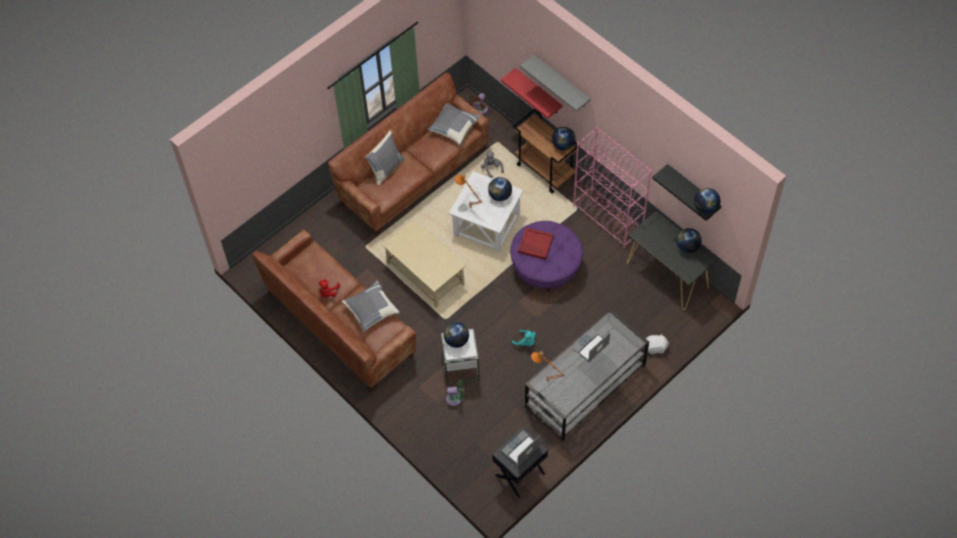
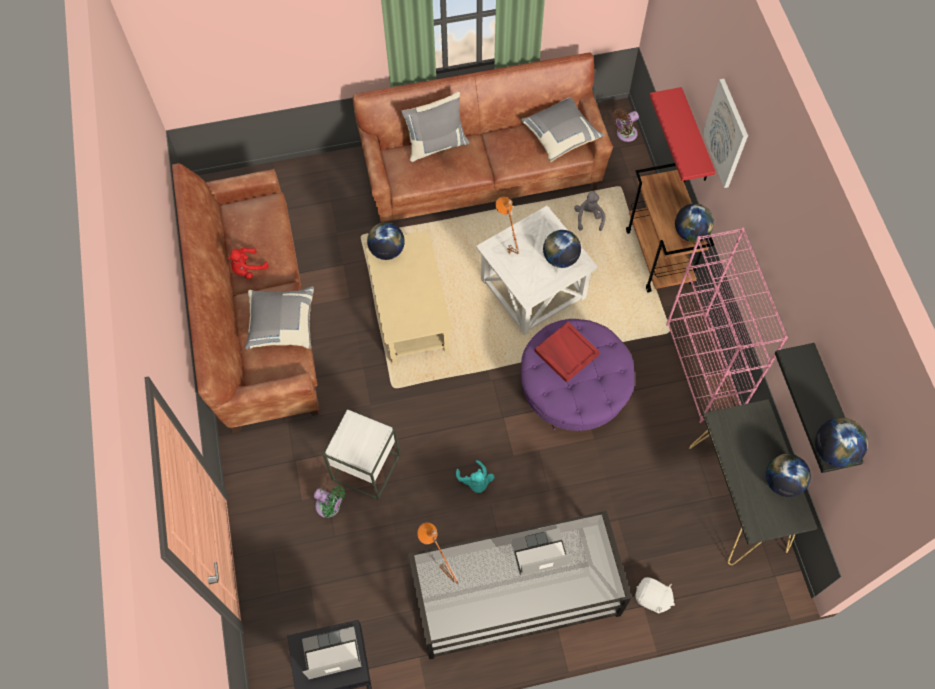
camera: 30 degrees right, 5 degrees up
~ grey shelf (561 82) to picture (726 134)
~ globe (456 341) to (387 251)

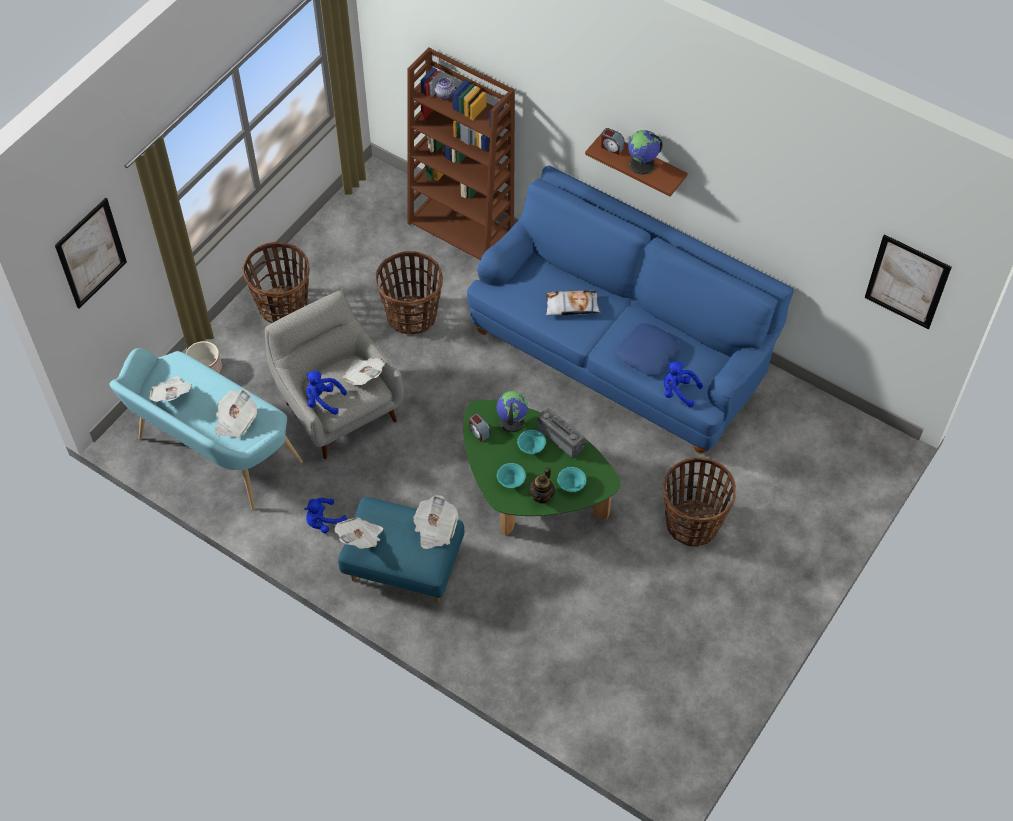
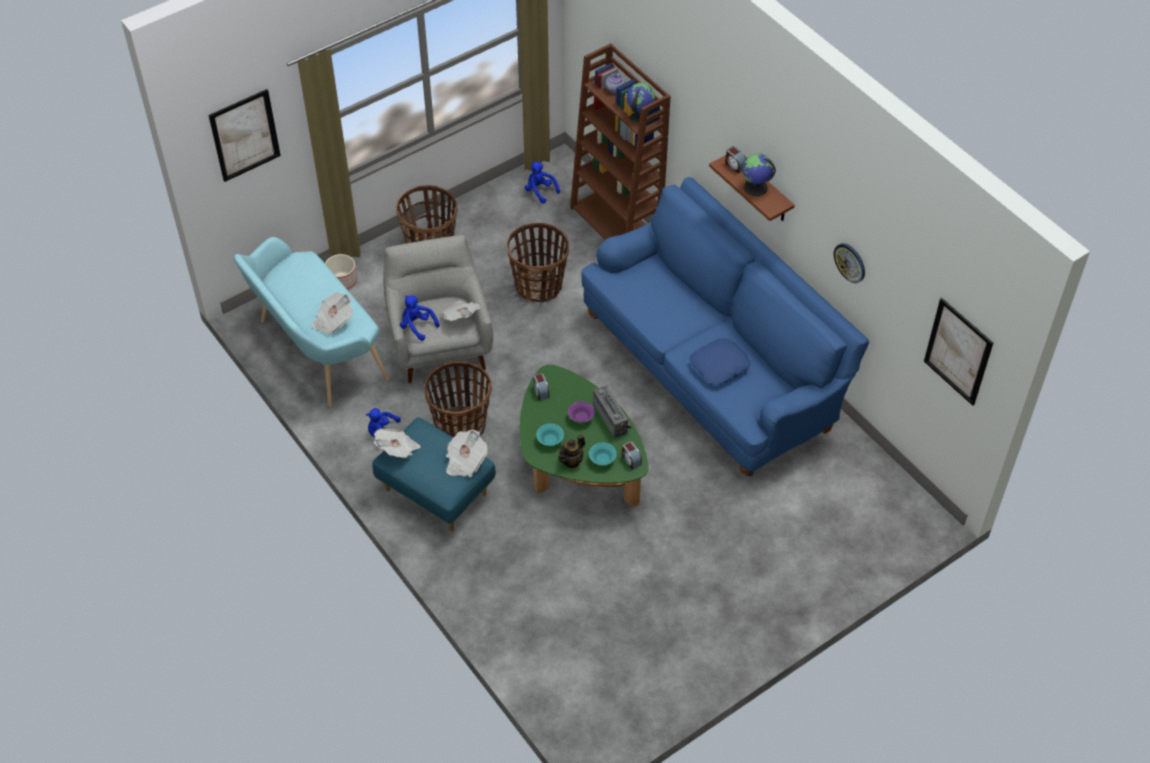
camera: 20 degrees right, 5 degrees down
- pillow (572 306)
~ blue plush toy (678 391) to (540 191)
- newspaper (172 395)
~ globe (511 422) to (639 115)
~ turquoise bowl (531 447) to purple bowl (581 418)
~ basket (692 523) to (460 426)
+ wall clock (850 262)
+ alarm clock (631 460)

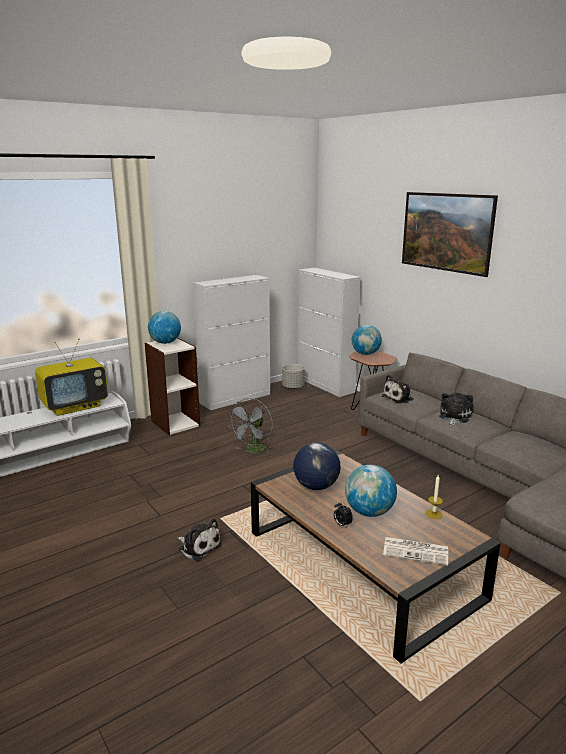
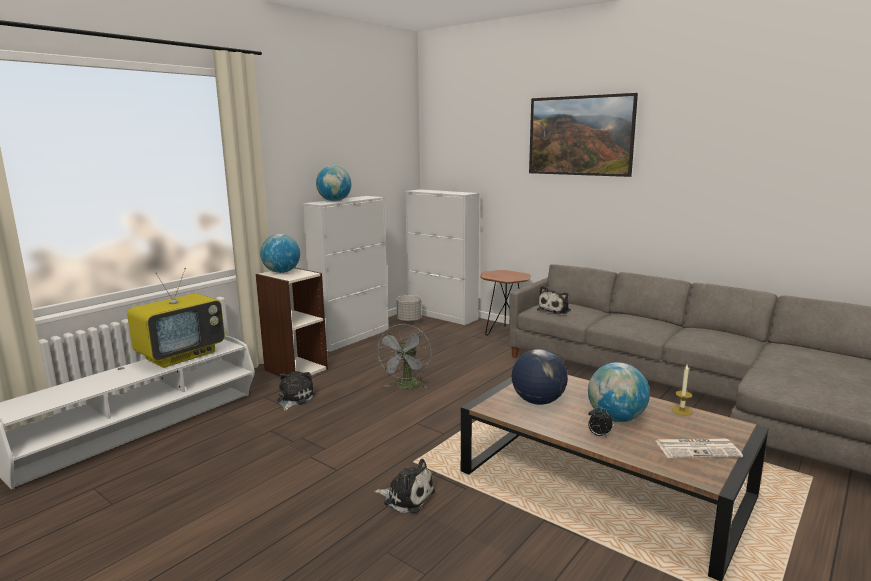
camera: 15 degrees left, 5 degrees down
~ globe (365 354) to (334 201)
~ plush toy (454 417) to (294 399)

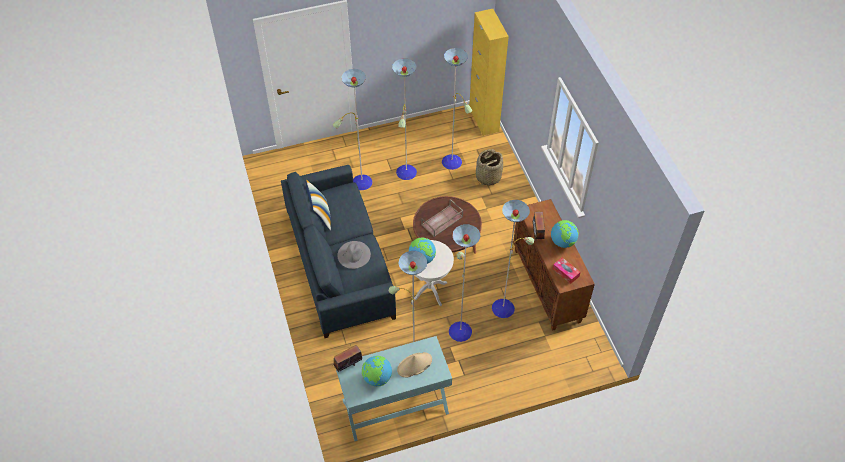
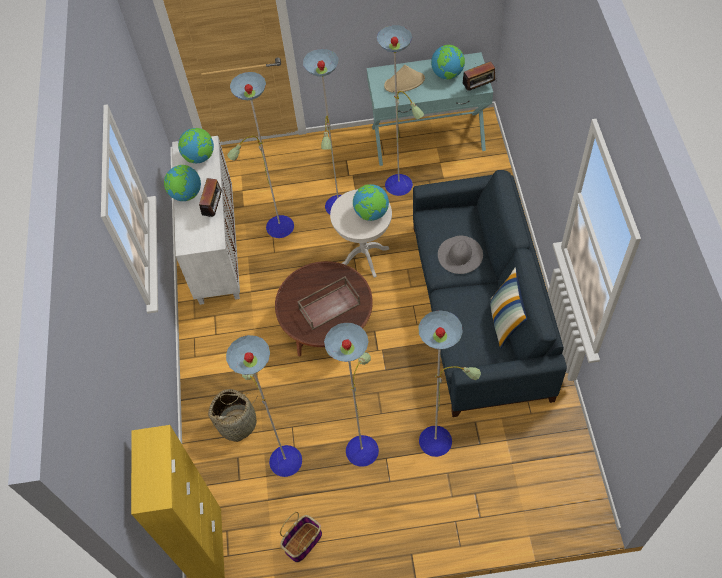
camera: 165 degrees left, 5 degrees up
~ brown cabinet (548 285) to white cabinet (215 247)
~ tissue box (565 272) to globe (200 157)
+ basket (303 541)

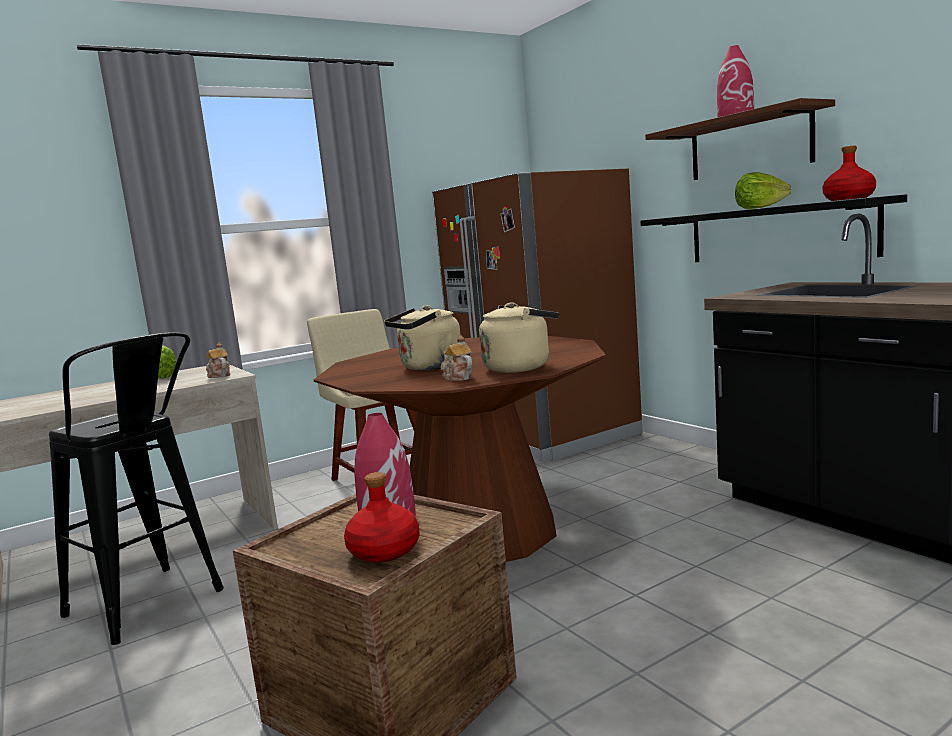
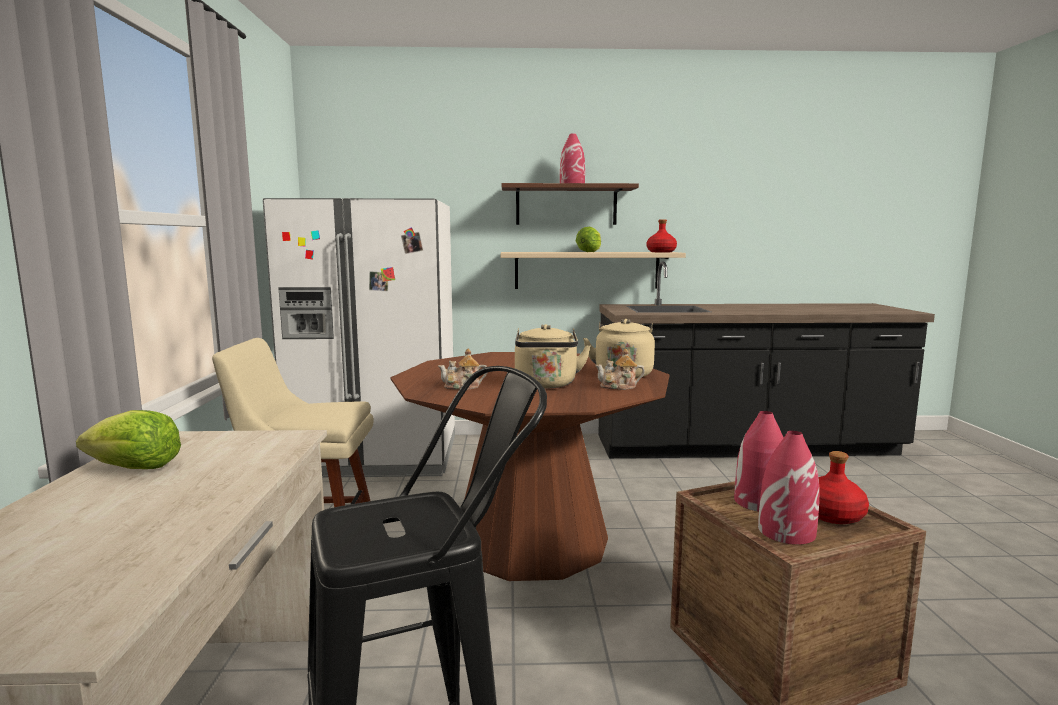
camera: 60 degrees left, 0 degrees up
~ brown fridge (545 434) to white fridge (378 457)
~ black shelf (777 233) to beige shelf (587 270)
~ teapot (218 375) to (463 387)
+ red vase (786 531)

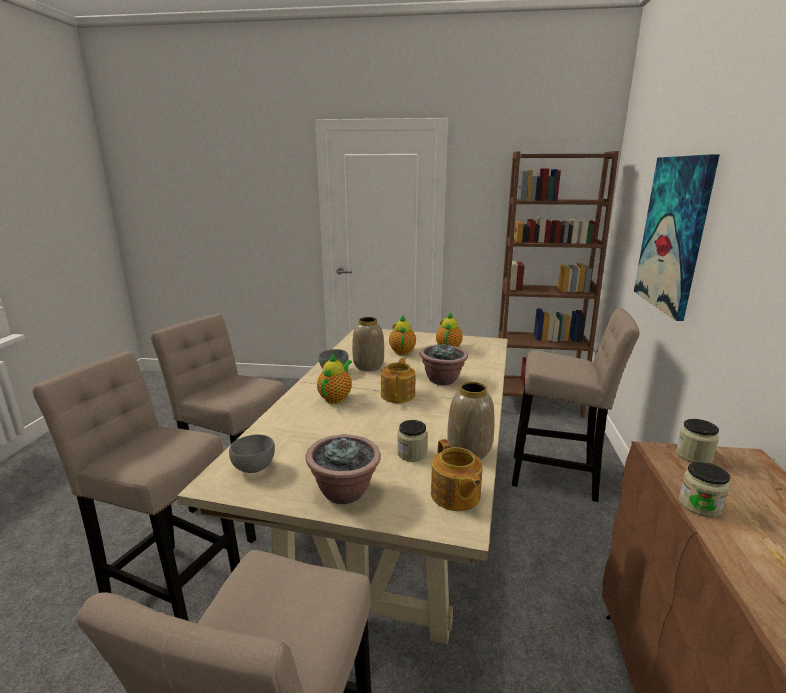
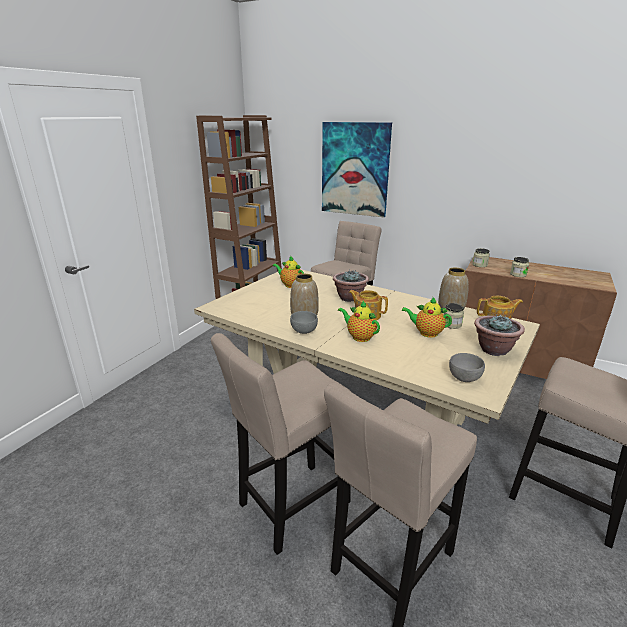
camera: 70 degrees left, 5 degrees up
~ teapot (402 351) to (426 333)

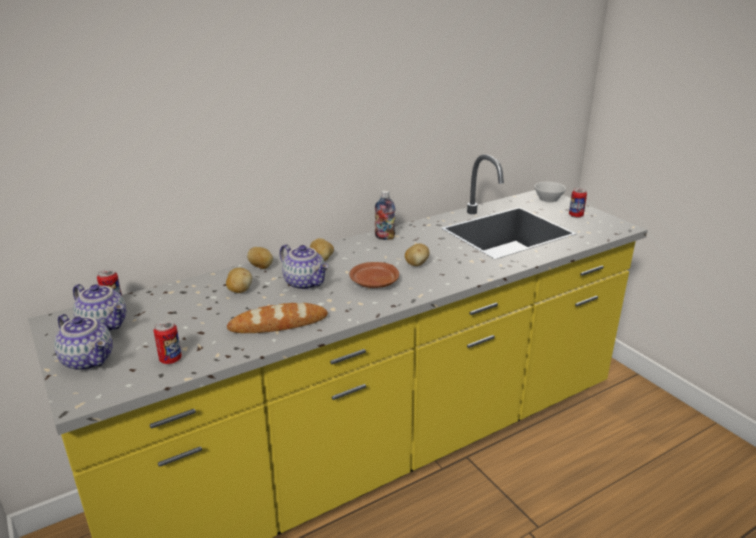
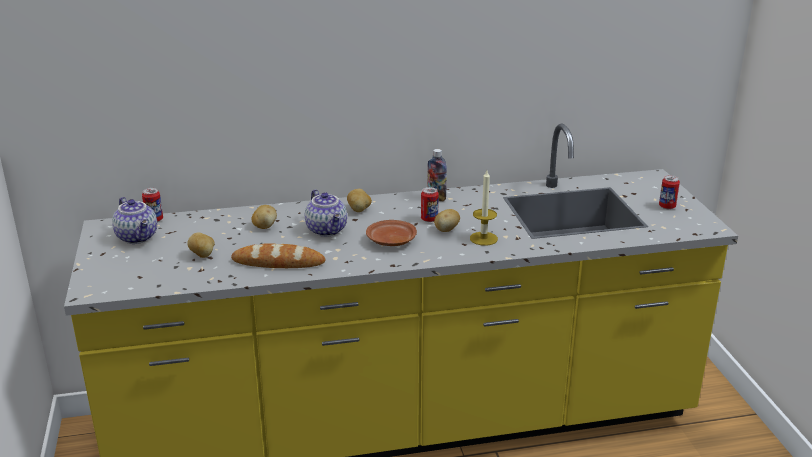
camera: 20 degrees right, 0 degrees up
- white cup (547 198)
~ potato (261 267) to (203 255)
- teapot (89 360)
~ can (170 359) to (429 219)
+ candle (483 238)

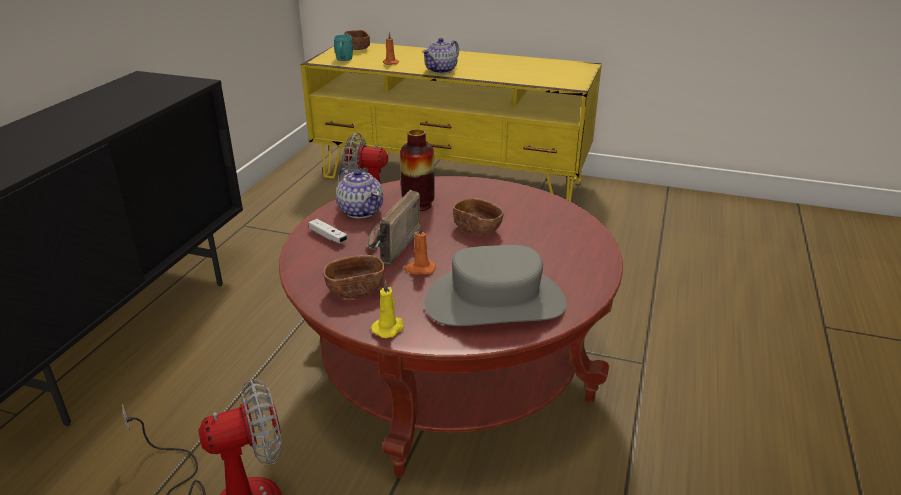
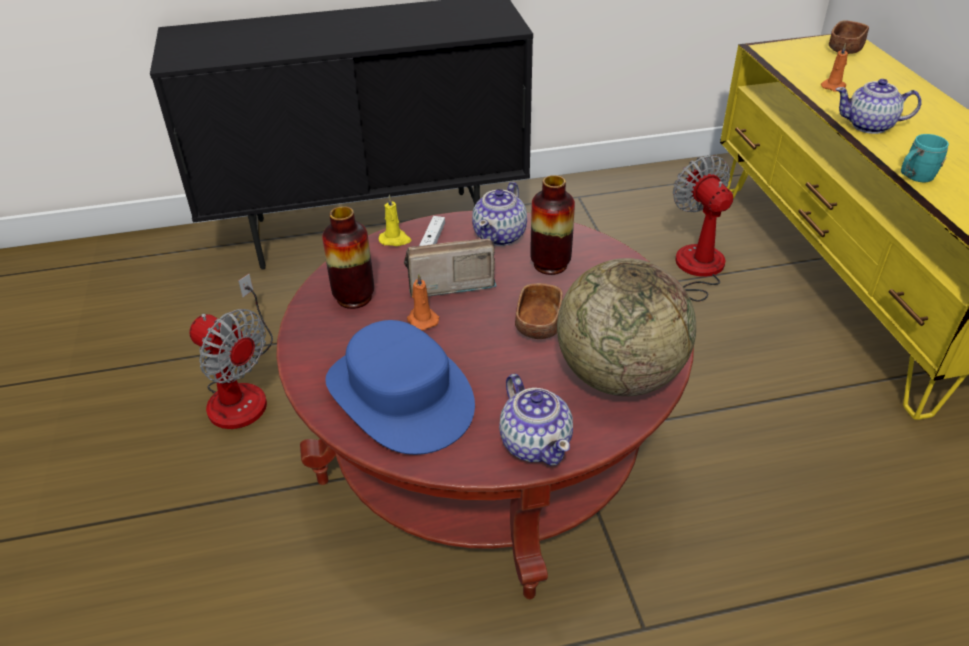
camera: 60 degrees right, 10 degrees up
~ turquoise mug (343 60) to (914 177)
~ grey hat (495 302) to blue hat (400 395)
~ brown bowl (356 290) to vase (354 297)
~ yellow candle (389 328) to (395 240)
+ globe (619 375)
+ teapot (535 443)

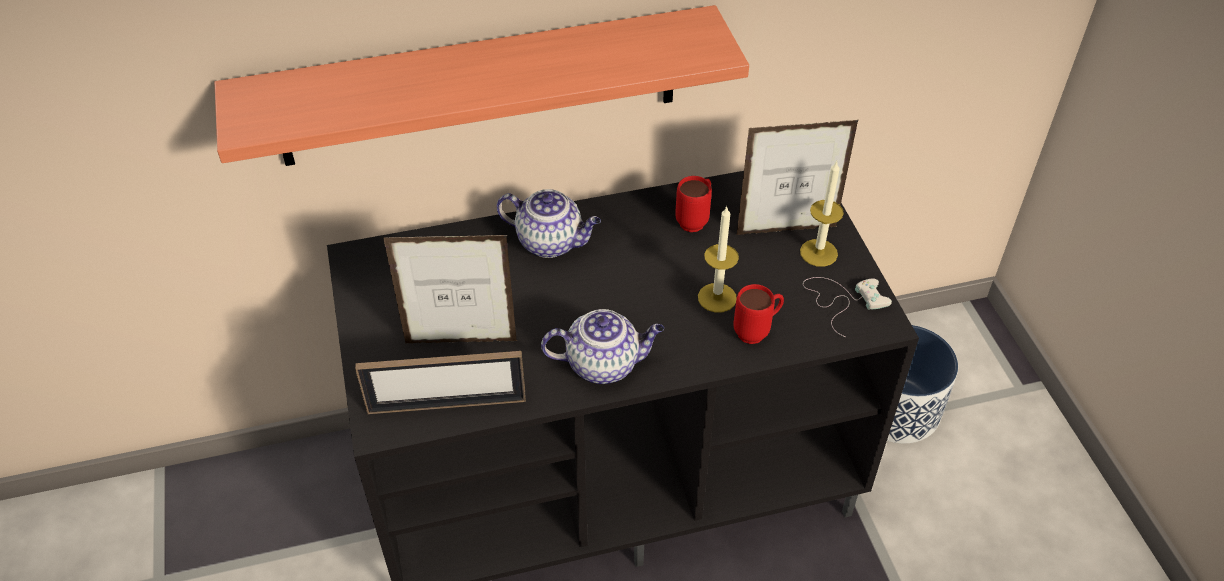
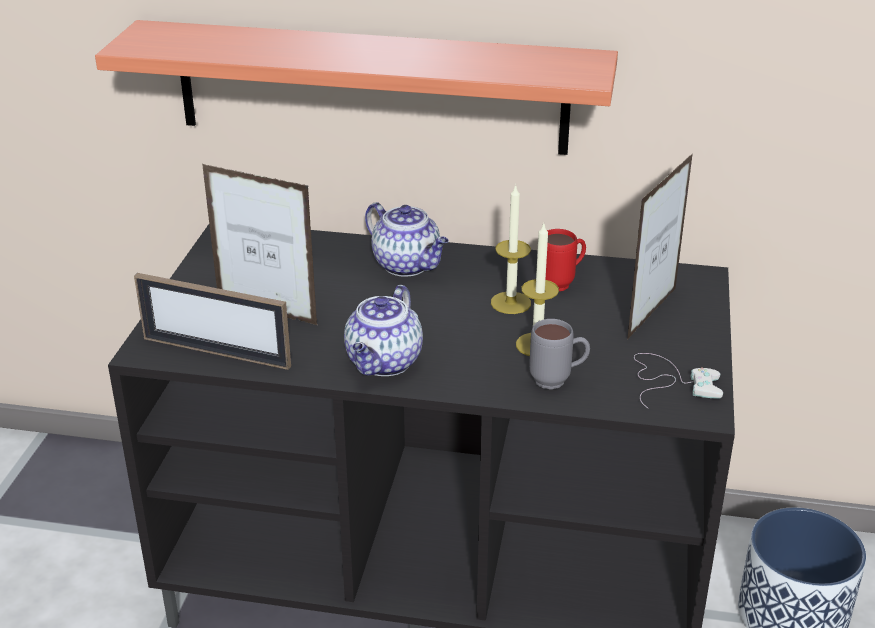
camera: 25 degrees right, 15 degrees down
~ picture frame (786 230) = (651 313) 105 degrees clockwise
~ candle (818 253) to (510 303)
~ red mug (757 331) to grey mug (558 381)
~ teapot (604 364) = (384 363) 90 degrees clockwise

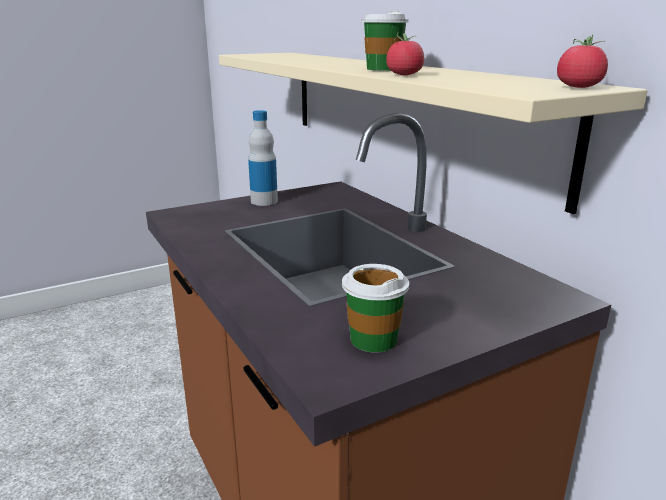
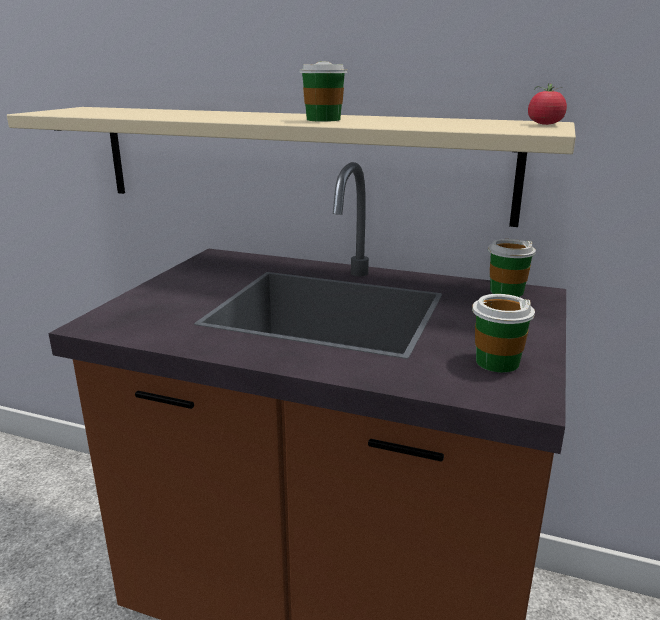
camera: 40 degrees left, 0 degrees up
- tomato (404 75)
- bottle (264 201)
+ cup (506 291)

